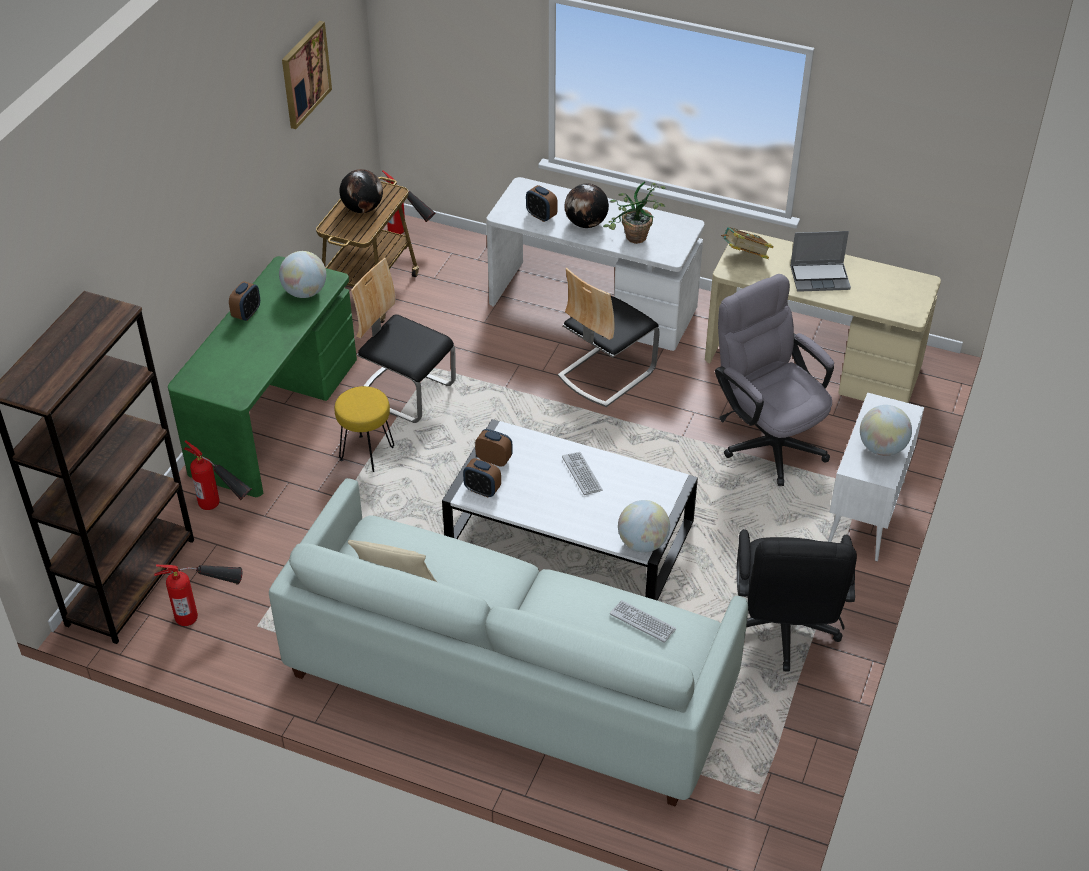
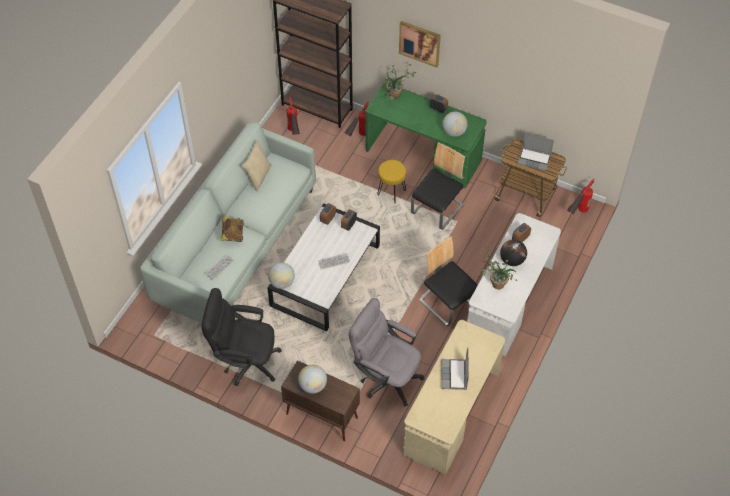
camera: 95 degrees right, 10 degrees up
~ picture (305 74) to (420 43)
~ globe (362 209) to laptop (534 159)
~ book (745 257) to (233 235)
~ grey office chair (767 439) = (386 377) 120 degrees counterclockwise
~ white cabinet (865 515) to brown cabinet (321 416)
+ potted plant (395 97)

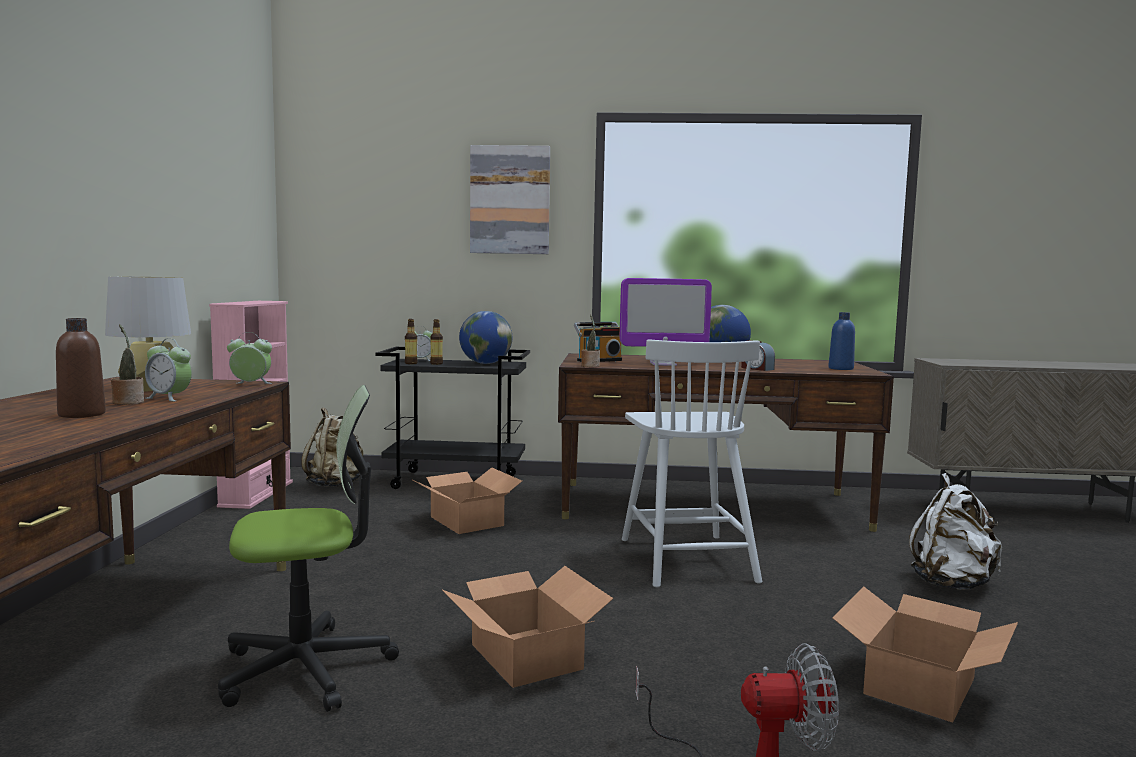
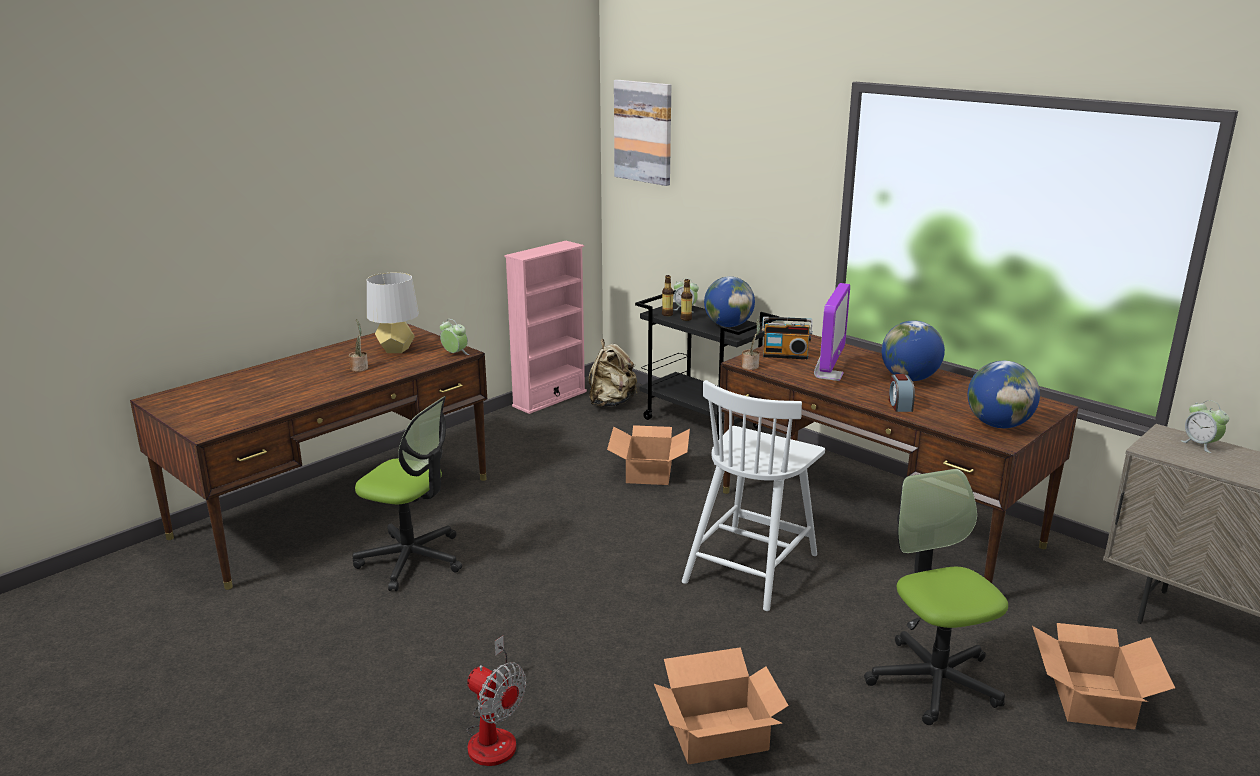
camera: 40 degrees right, 15 degrees up
~ picture (510 200) to (643 132)
~ monitor (663 364) = (828 375) 105 degrees counterclockwise
~ blue bottle (841 368) to globe (998 425)
- brown bottle (82 414)
~ alarm clock (169 398) to (1200 445)
~ white backpack (952 584) to office chair (934 681)
~ cardboard box (526 655) to (1092 698)

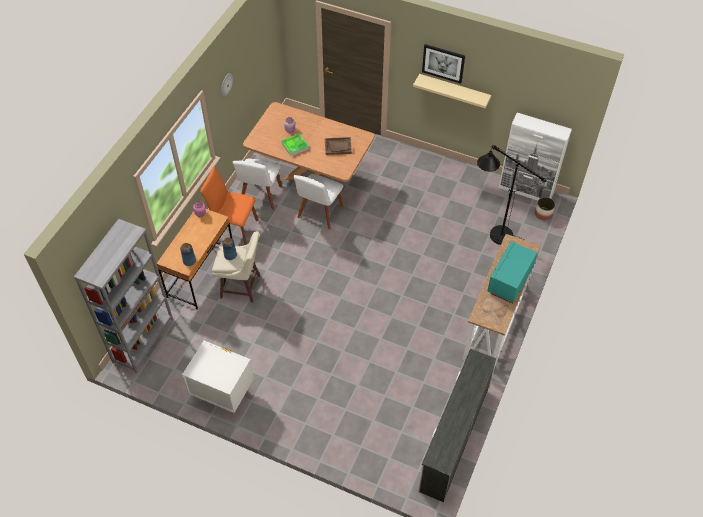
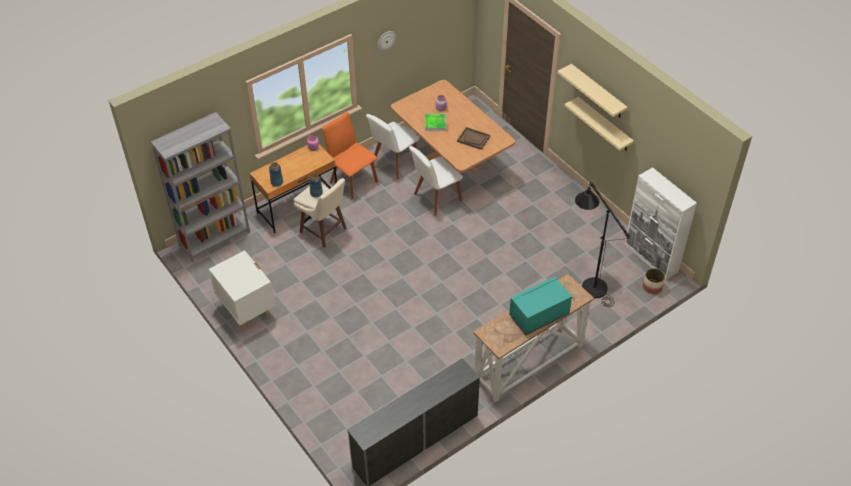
camera: 30 degrees right, 5 degrees down
~ picture (443 63) to beige shelf (597 92)

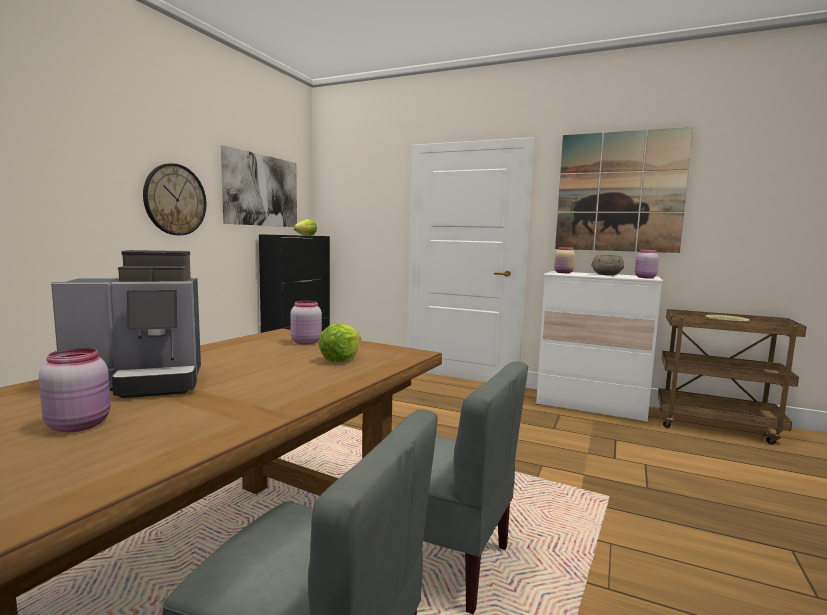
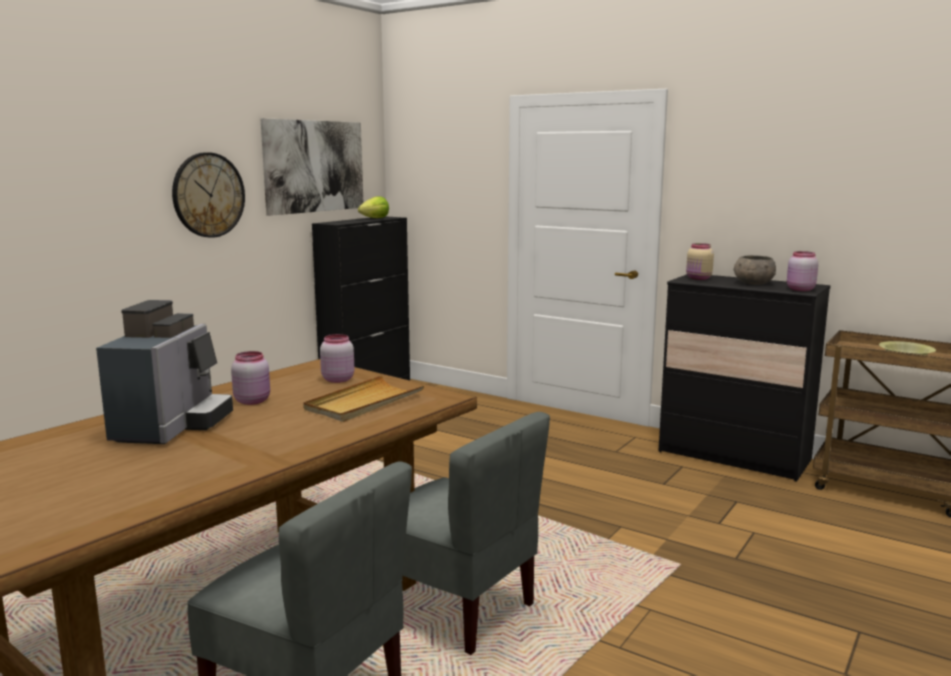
camera: 10 degrees right, 5 degrees up
- picture (619 192)
~ coffee machine (143 383) = (172 426) 75 degrees counterclockwise
~ white dresser (590 405) to black dresser (733 456)
~ lettuce (341 359) to beige tray (364 403)
~ pink jar (80 424) to (253 401)

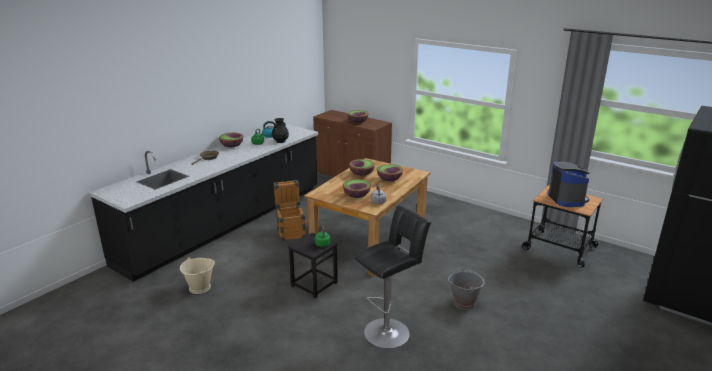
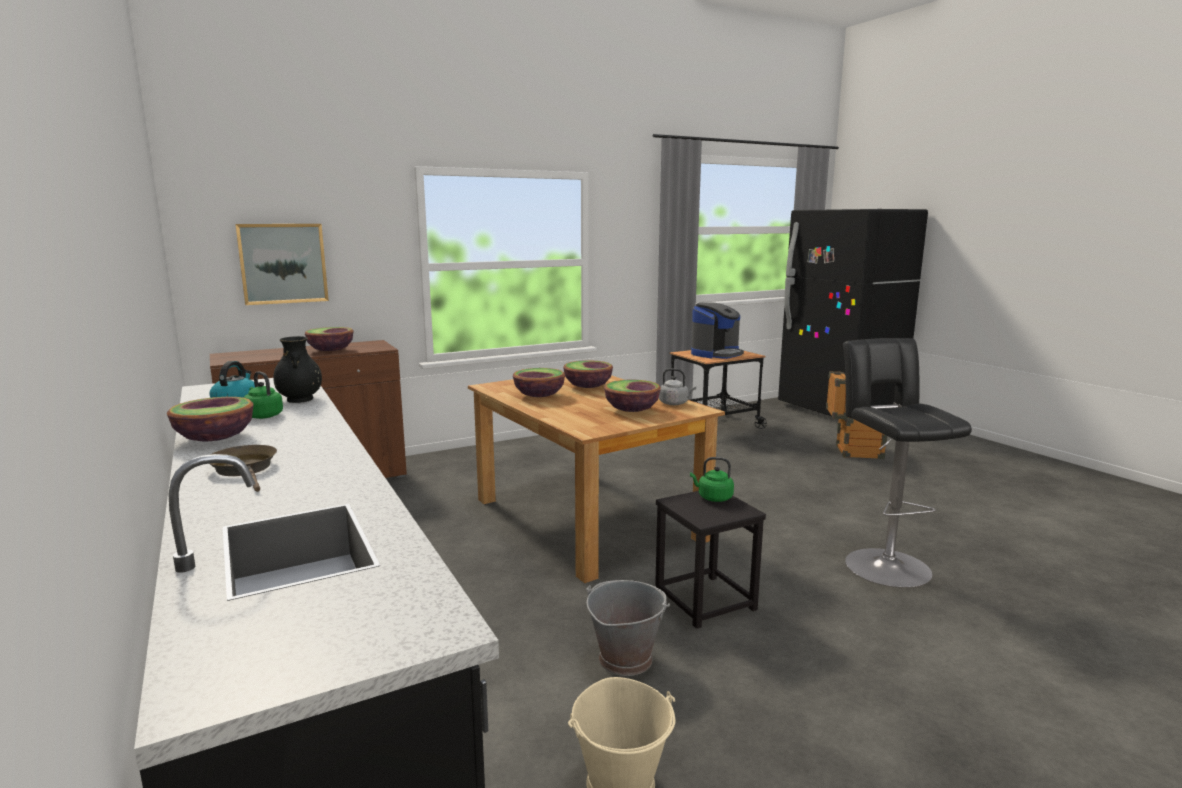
camera: 65 degrees left, 10 degrees down
~ coffee machine (567 199) = (716 354) 120 degrees clockwise
~ crate (291 231) to (852 451)
~ grey bucket (464 302) to (624 658)
+ picture (283 263)

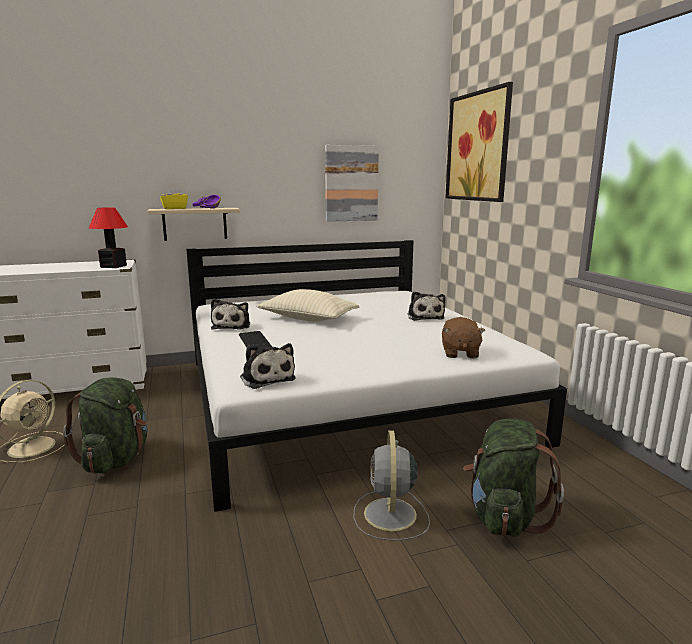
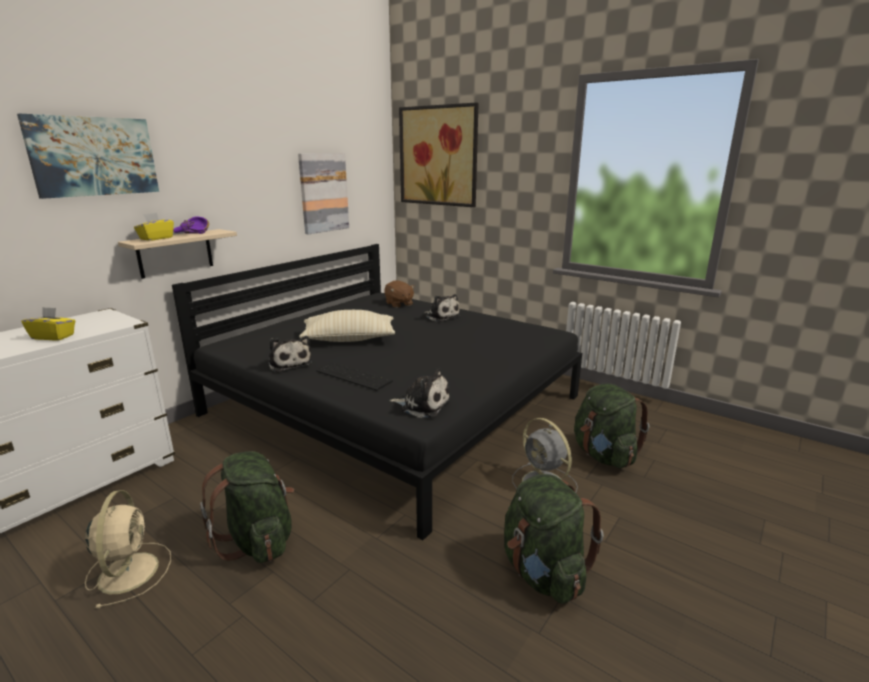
camera: 35 degrees left, 5 degrees up
- table lamp (113 266)
~ white bed (345 397) to black bed (394 405)
~ brown plush toy (459 353) to (399 304)
+ picture (94 156)
+ yellow tissue box (53 337)
+ green backpack (543 573)

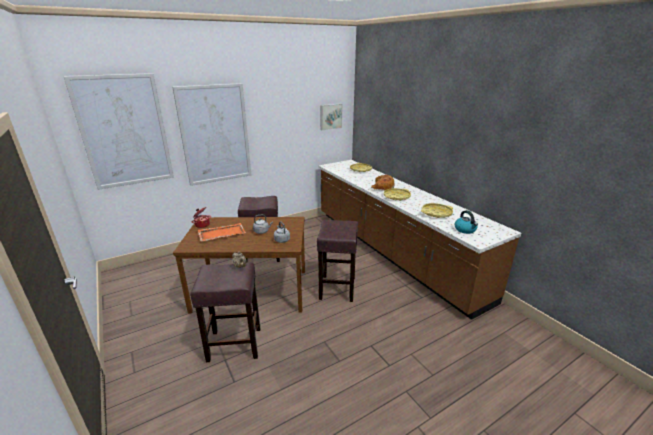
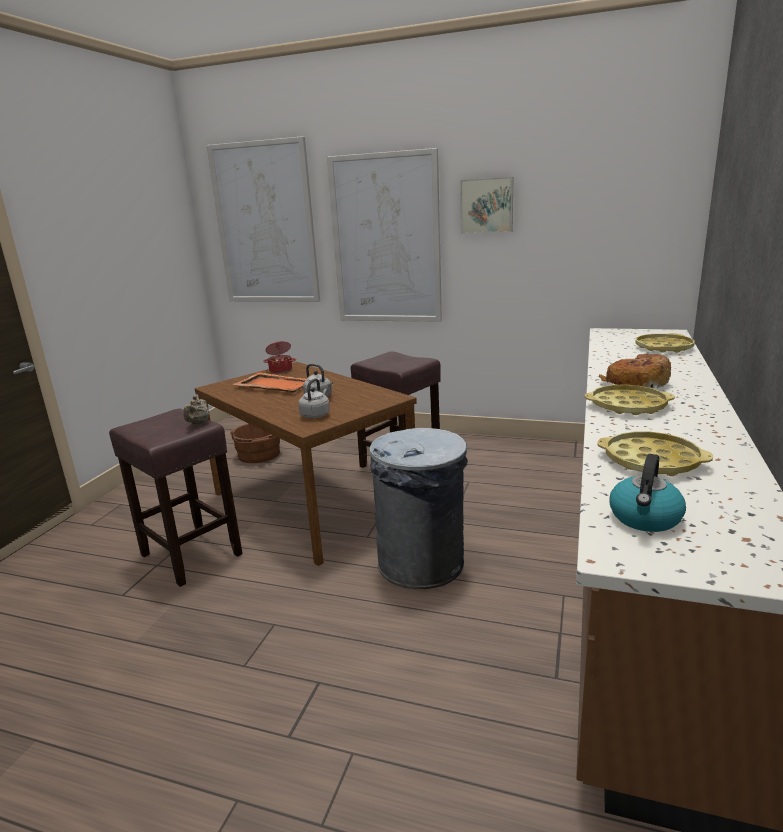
camera: 50 degrees right, 5 degrees down
~ picture (330 116) to (487 205)
~ brown stool (337 288) to grey trash can (422 564)
+ brown bucket (259 455)

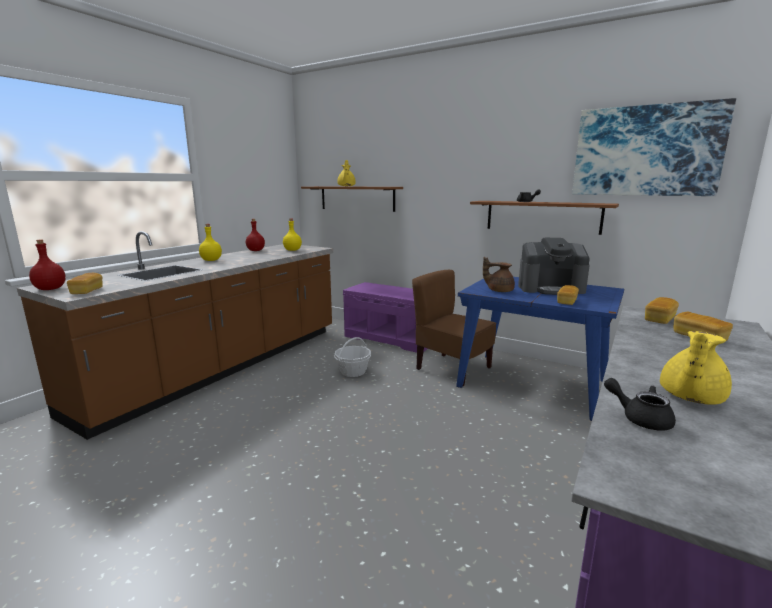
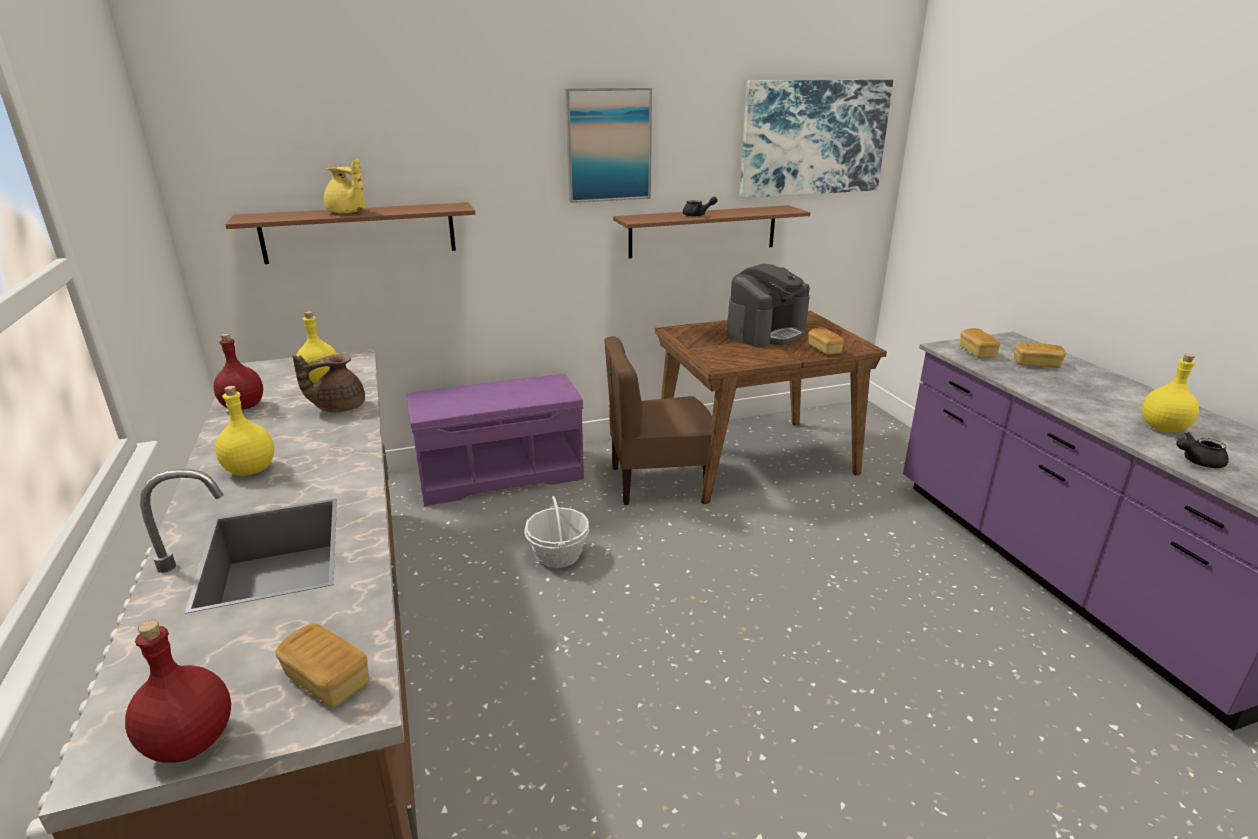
camera: 50 degrees left, 10 degrees up
~ brown teapot (499 290) to (338 407)
~ blue dining table (533 384) to brown dining table (756 459)
~ yellow teapot (689 397) to yellow bottle (1163 428)
+ picture (608 145)

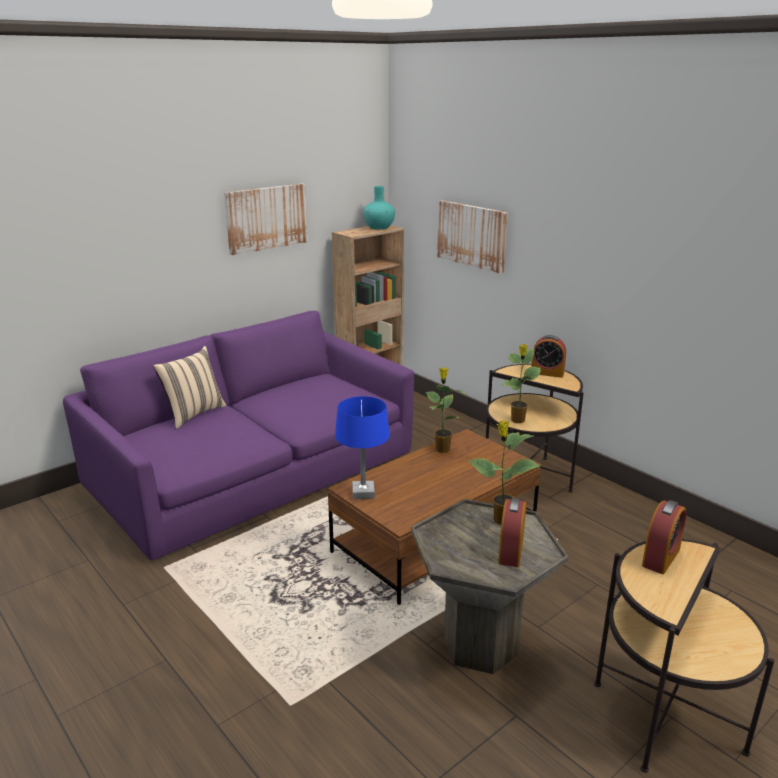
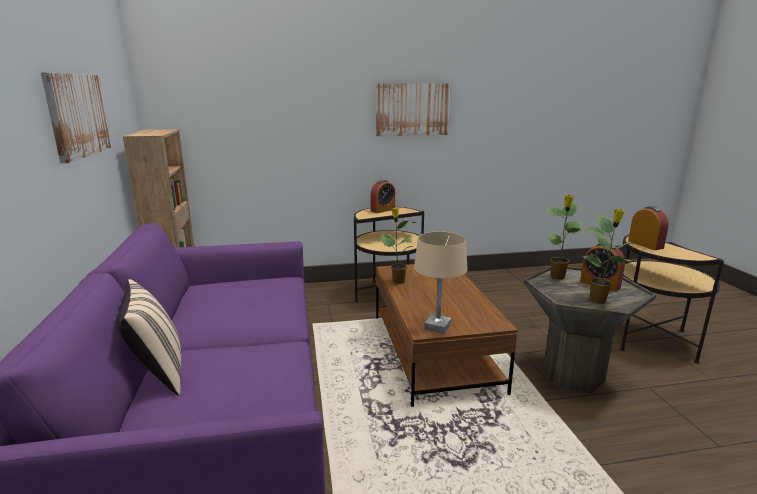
camera: 60 degrees left, 5 degrees down
- turquoise vase (379 227)
~ picture (472 235) to (412 109)
~ potted plant (517 420) to (599 300)
~ blue table lamp (363 493) to beige table lamp (438 326)

